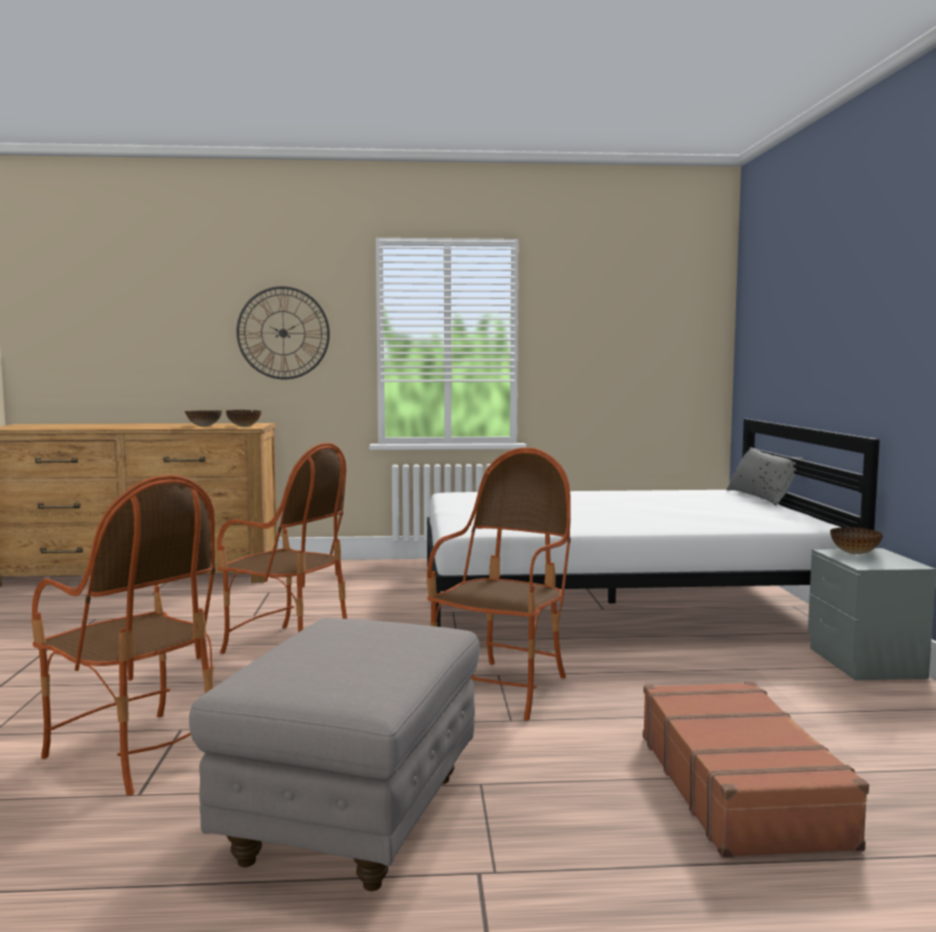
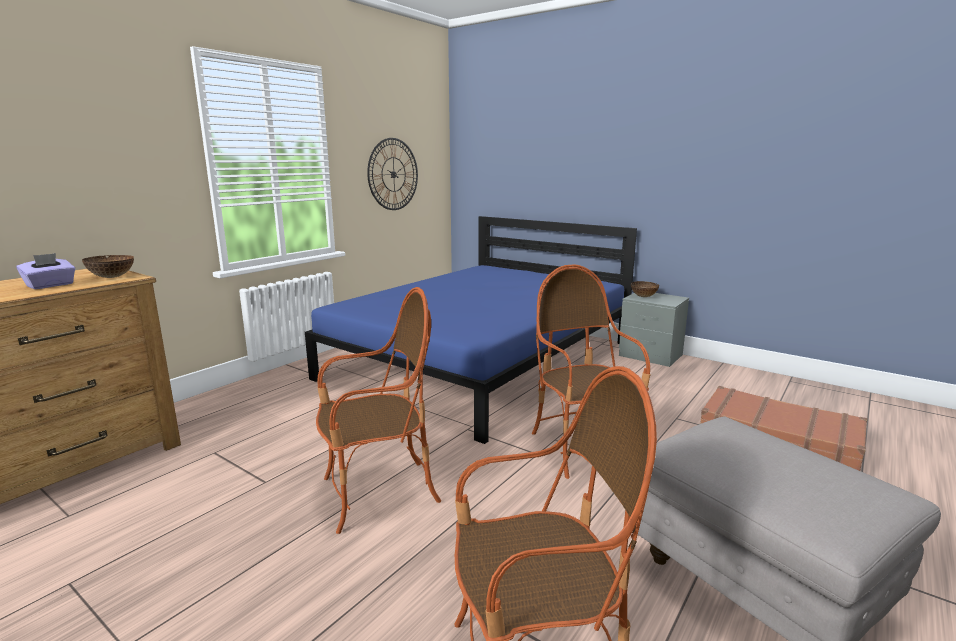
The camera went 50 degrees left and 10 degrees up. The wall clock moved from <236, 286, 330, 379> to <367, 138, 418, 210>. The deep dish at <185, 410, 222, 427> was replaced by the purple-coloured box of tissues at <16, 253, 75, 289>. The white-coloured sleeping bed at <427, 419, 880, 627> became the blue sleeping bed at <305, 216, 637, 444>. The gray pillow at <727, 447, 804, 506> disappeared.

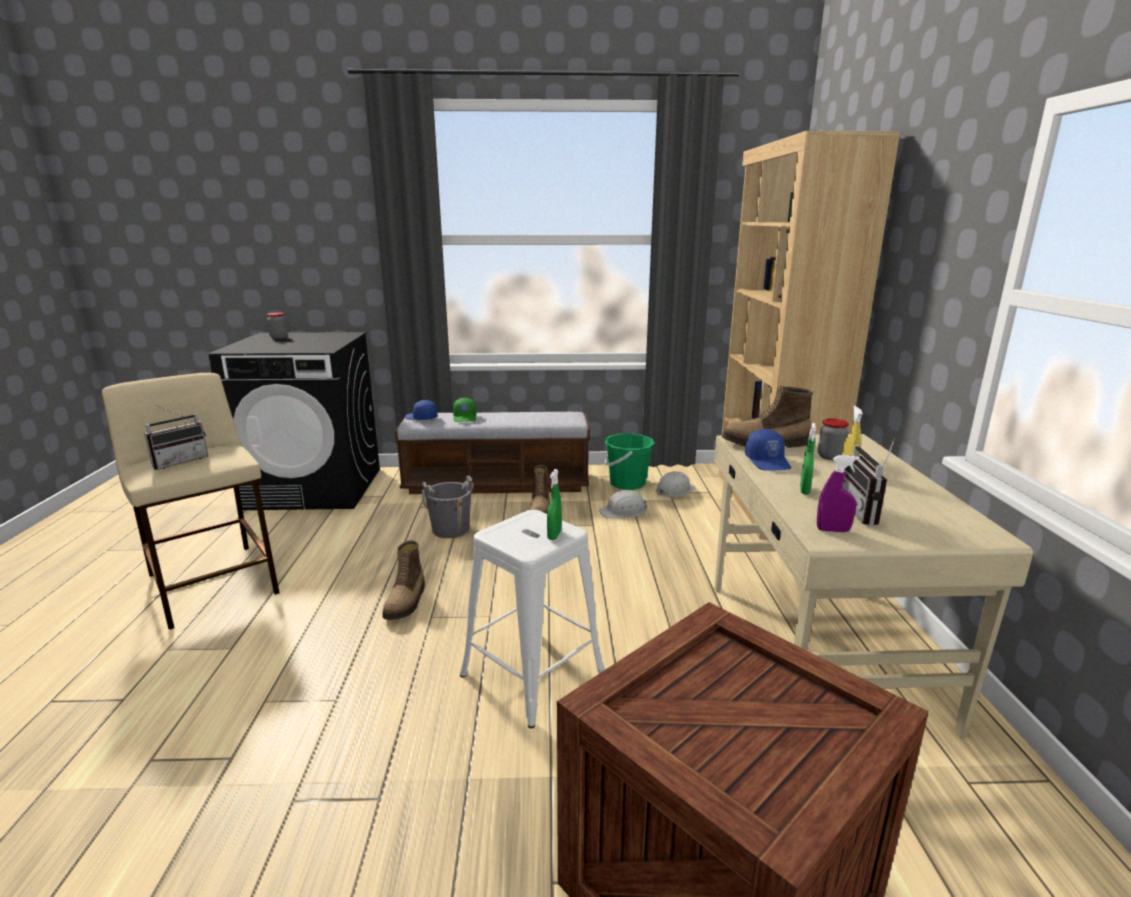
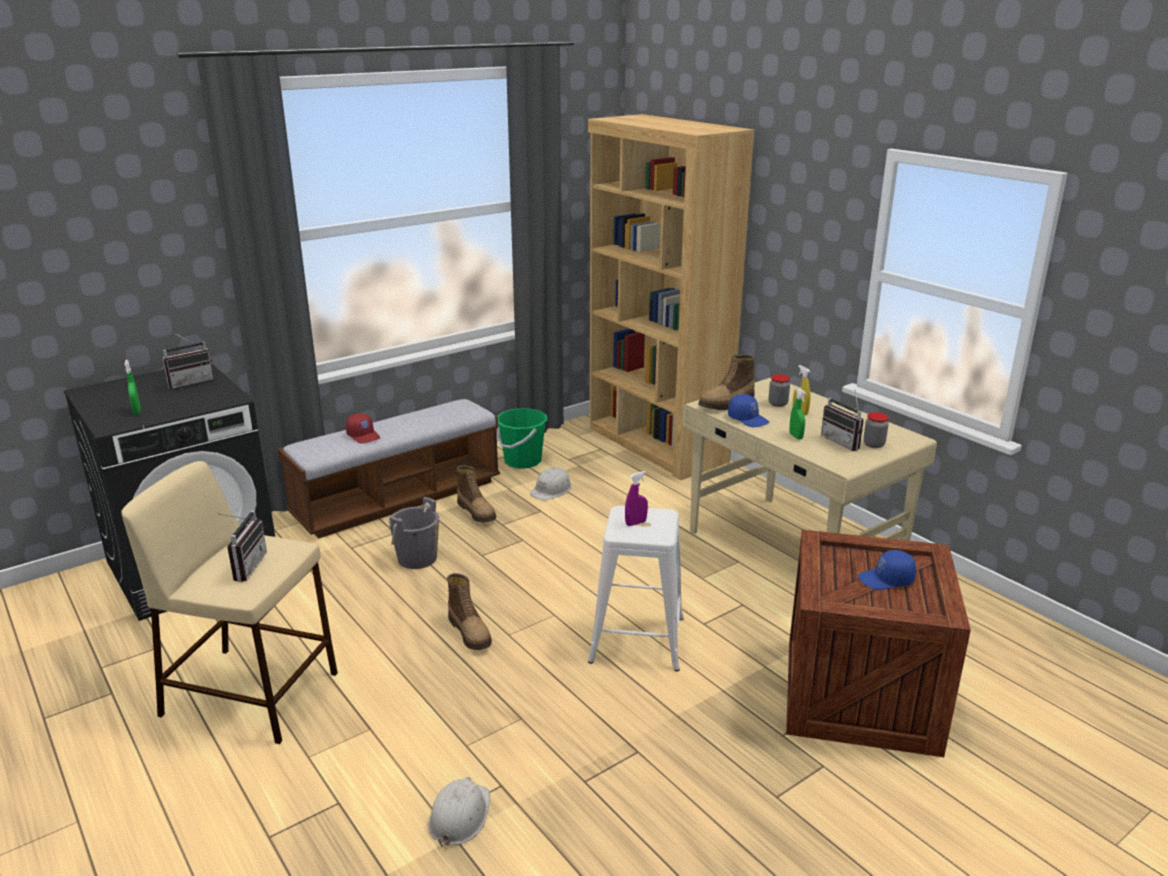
The camera went 35 degrees left and 5 degrees up. The storage jar moved from <267, 313, 287, 339> to <863, 412, 889, 448>. The green-coloured cap at <453, 398, 477, 422> became the reddish cap at <346, 413, 380, 444>. The blue cap moved from <405, 400, 437, 420> to <858, 550, 916, 590>. The purple-coloured sprayer moved from <817, 455, 860, 532> to <625, 471, 648, 526>. The green-coloured sprayer moved from <547, 469, 562, 540> to <125, 360, 141, 414>. The white-coloured work helmet moved from <656, 471, 696, 497> to <428, 777, 490, 848>. The radio set at <162, 332, 214, 389> appeared.

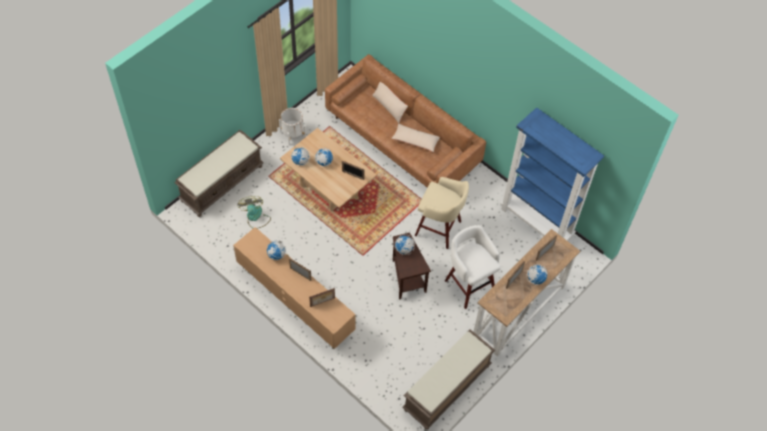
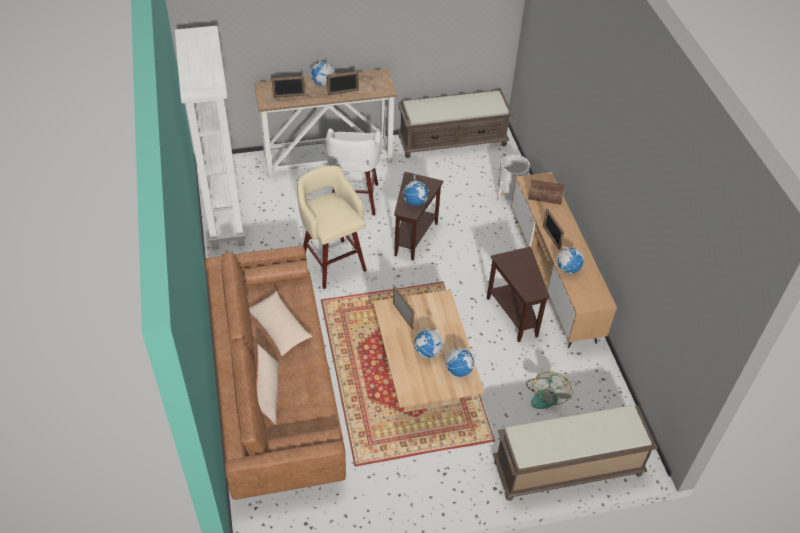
The camera went 145 degrees left and 10 degrees down. The blue shelving unit at <500, 107, 604, 241> became the white-coloured shelving unit at <175, 26, 246, 250>. The white-coloured planter moved from <279, 108, 306, 146> to <497, 154, 530, 202>. The brown-coloured side table at <487, 247, 550, 342> appeared.

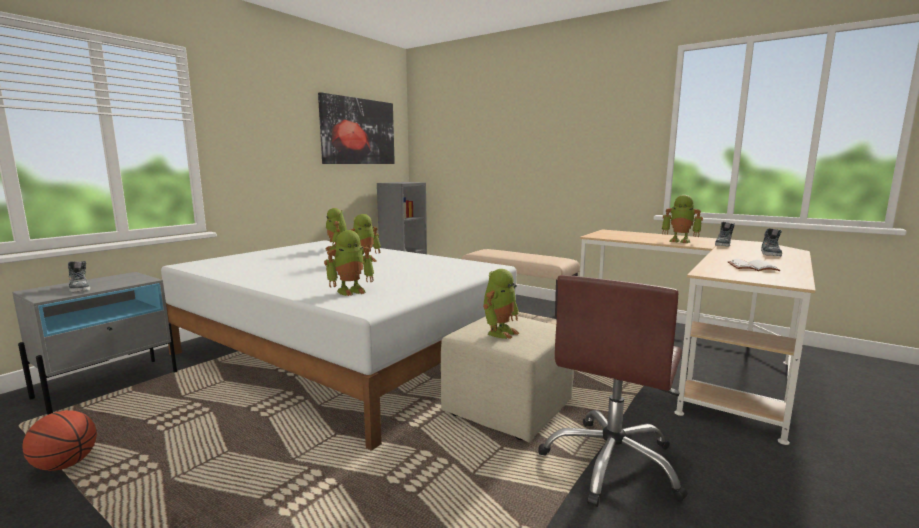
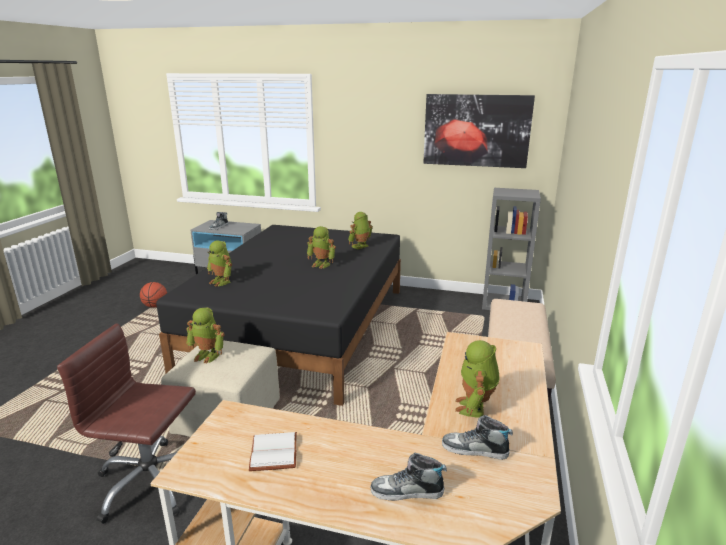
The camera went 70 degrees right and 10 degrees up. The white-coloured sleeping bed at <161, 240, 516, 451> became the blackish sleeping bed at <156, 225, 401, 406>.

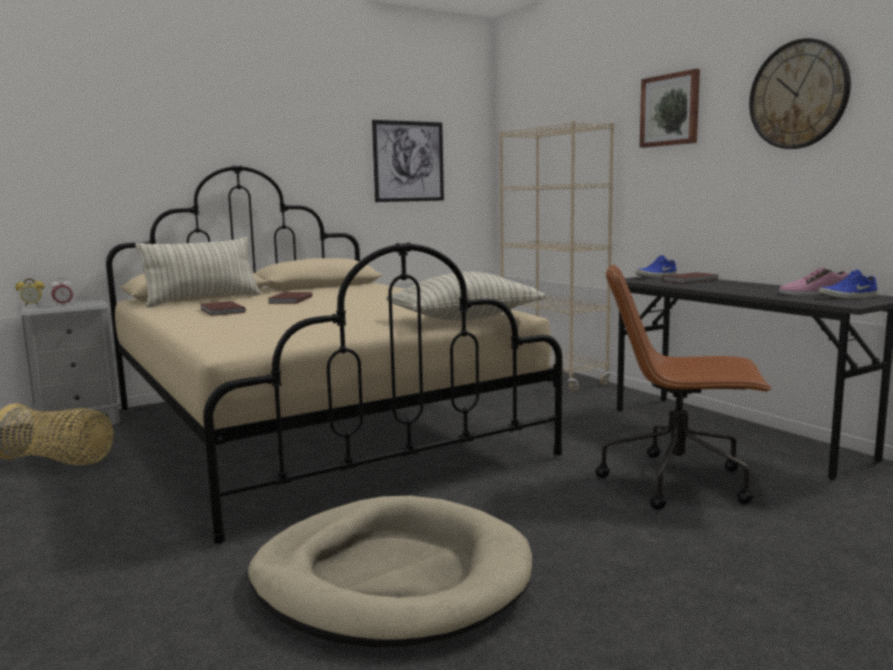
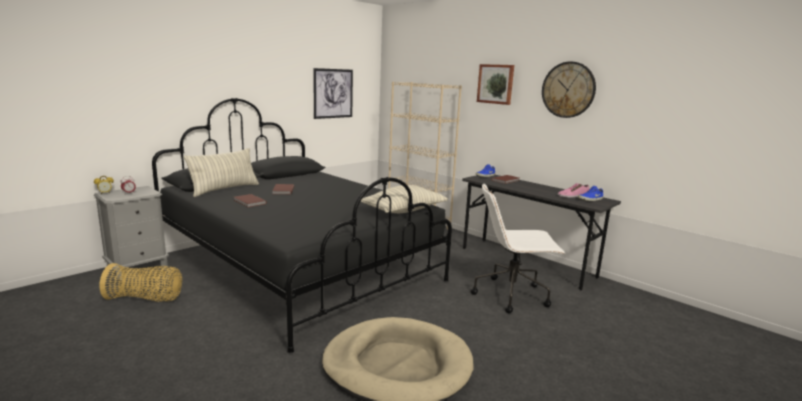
The camera went 15 degrees left and 5 degrees up. The sand-coloured sleeping bed at <106, 165, 562, 544> became the blackish sleeping bed at <152, 98, 452, 353>. The brown-coloured office chair at <596, 265, 772, 510> became the white-coloured office chair at <471, 184, 565, 313>.

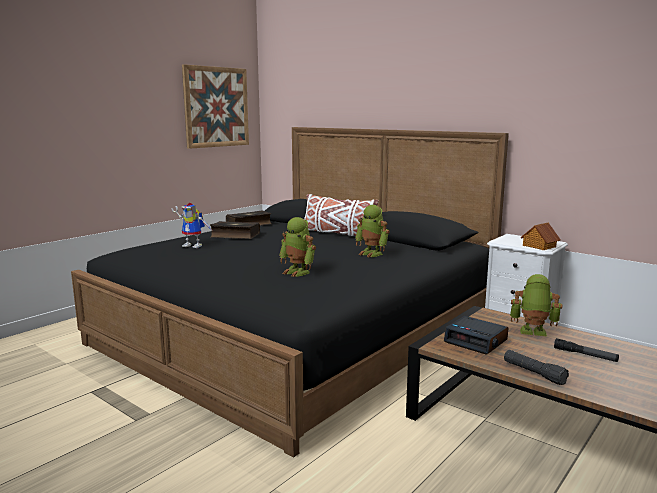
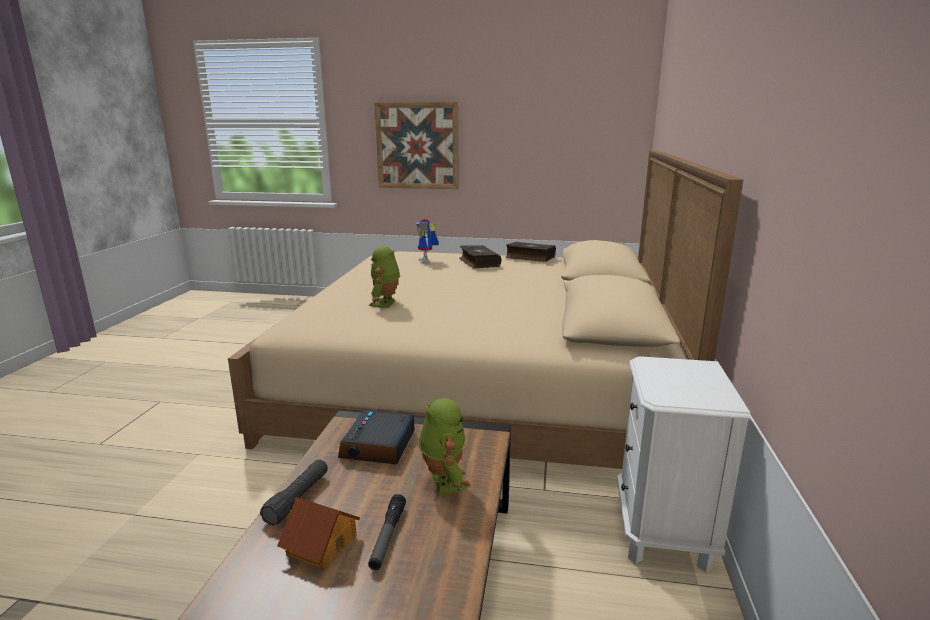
The camera went 60 degrees right and 5 degrees up. The picture moved from <182, 64, 249, 149> to <374, 102, 459, 189>. The blackish sleeping bed at <71, 127, 509, 458> became the sand-coloured sleeping bed at <228, 150, 743, 469>. The white-coloured pillow at <304, 194, 379, 236> disappeared. The toy robot at <355, 205, 390, 257> disappeared. The model house moved from <520, 222, 561, 250> to <277, 497, 360, 570>.

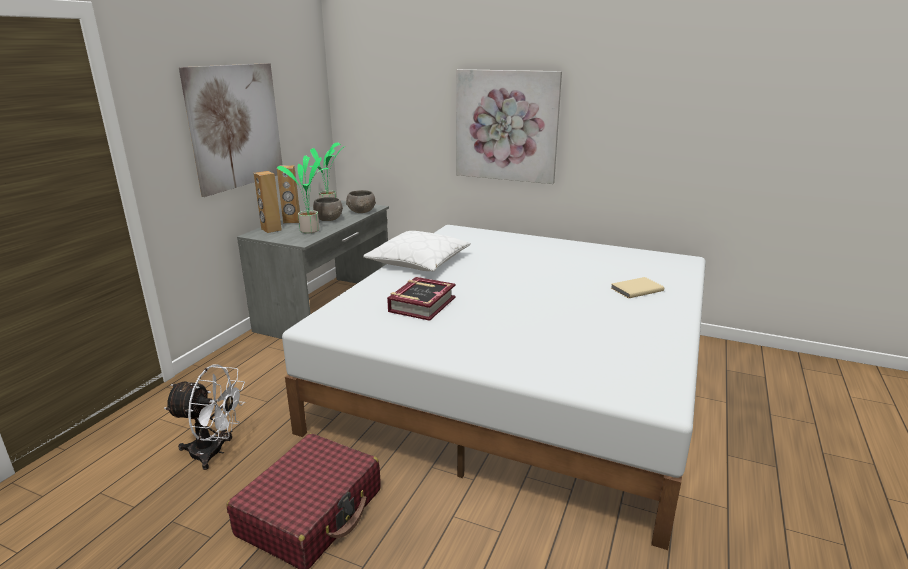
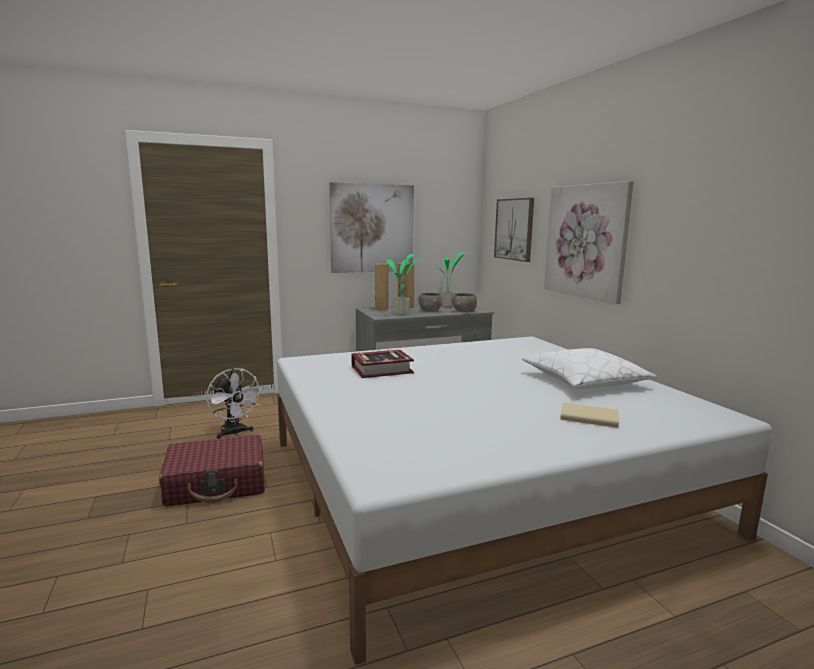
The camera went 45 degrees right and 10 degrees down. The white-coloured pillow moved from <363, 231, 471, 271> to <522, 348, 657, 389>. The picture at <494, 198, 534, 262> appeared.

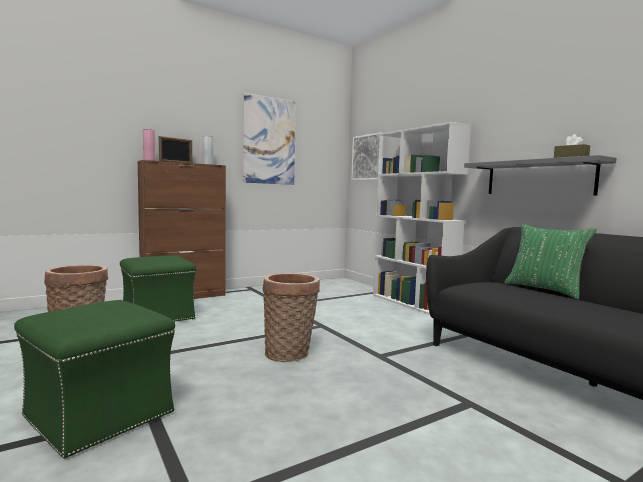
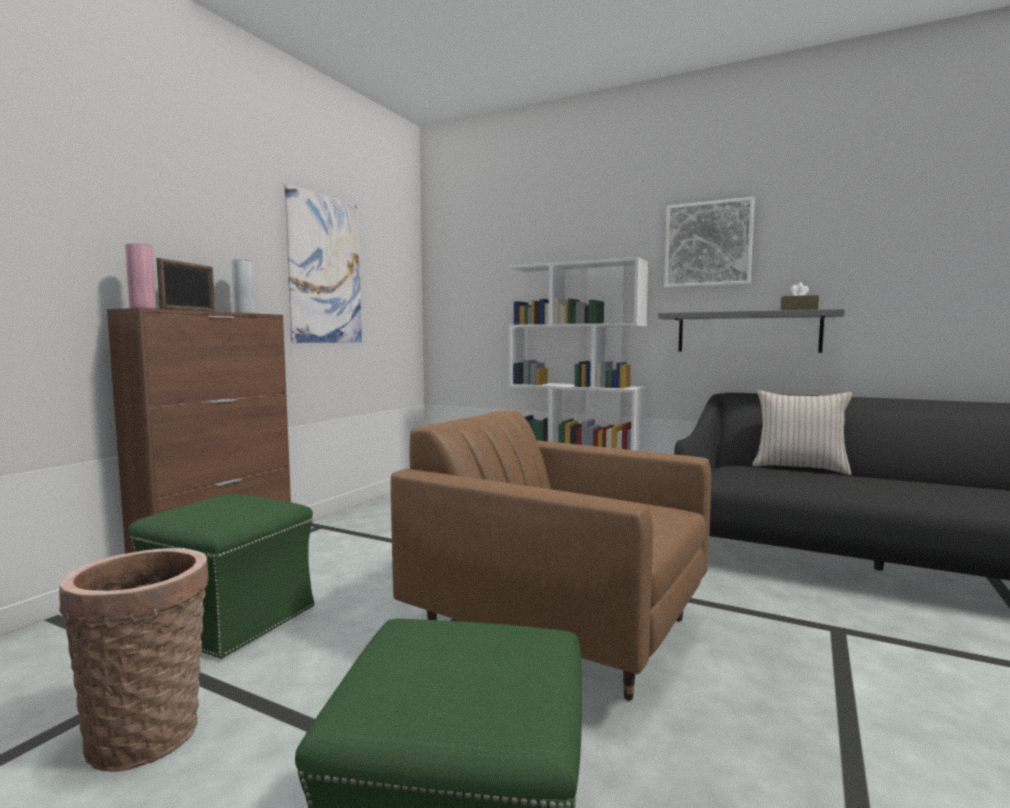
The camera went 30 degrees left and 0 degrees up. The picture moved from <351, 132, 383, 180> to <664, 197, 755, 288>. The green-coloured pillow at <504, 224, 597, 300> became the sand-coloured pillow at <753, 390, 852, 475>. The storage basket at <263, 273, 320, 362> was replaced by the brown-coloured lounge chair at <391, 410, 711, 701>.

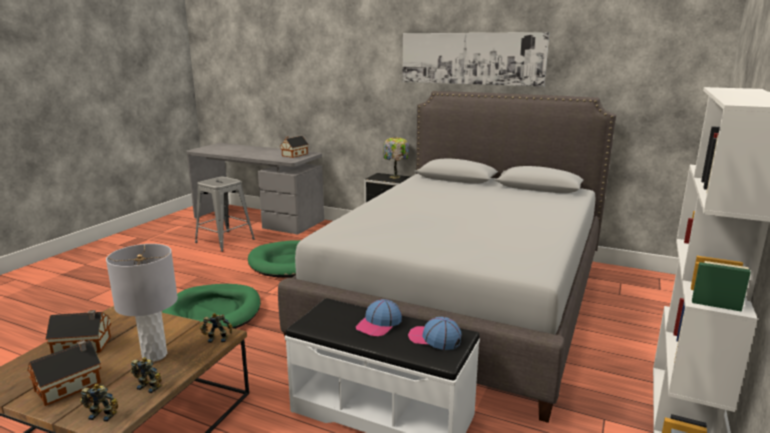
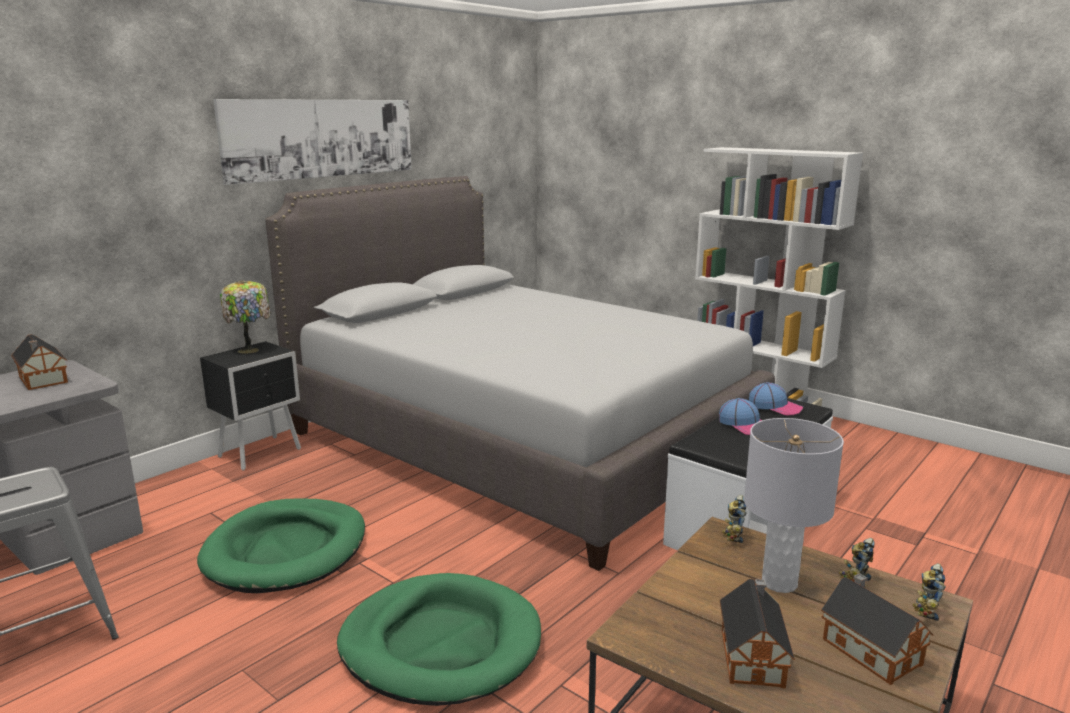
The camera went 75 degrees left and 0 degrees up. The cap at <408, 317, 462, 350> turned 105 degrees counterclockwise.

